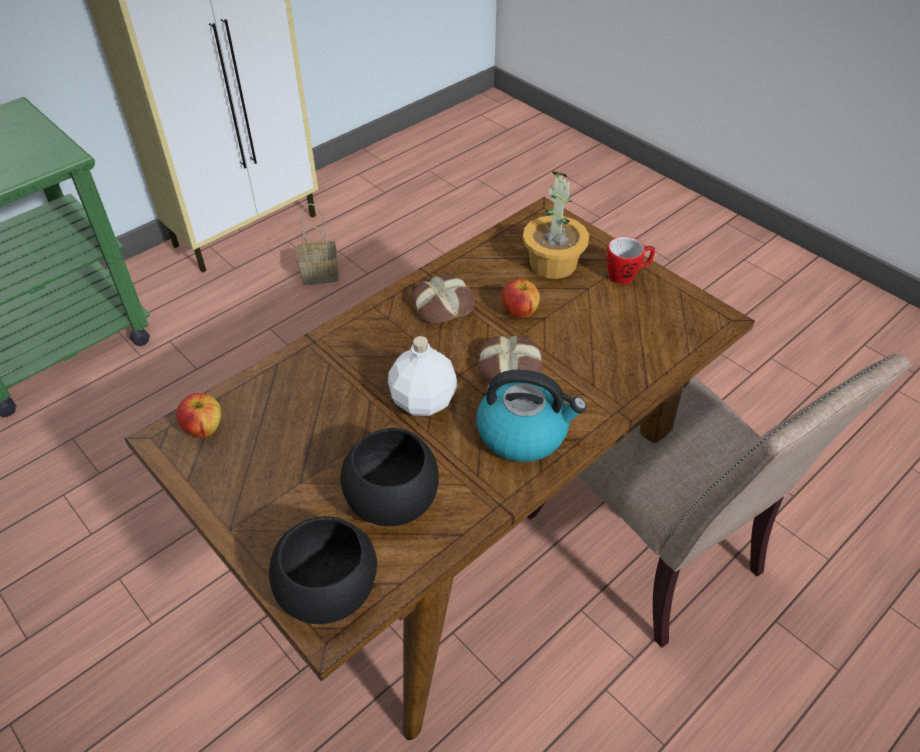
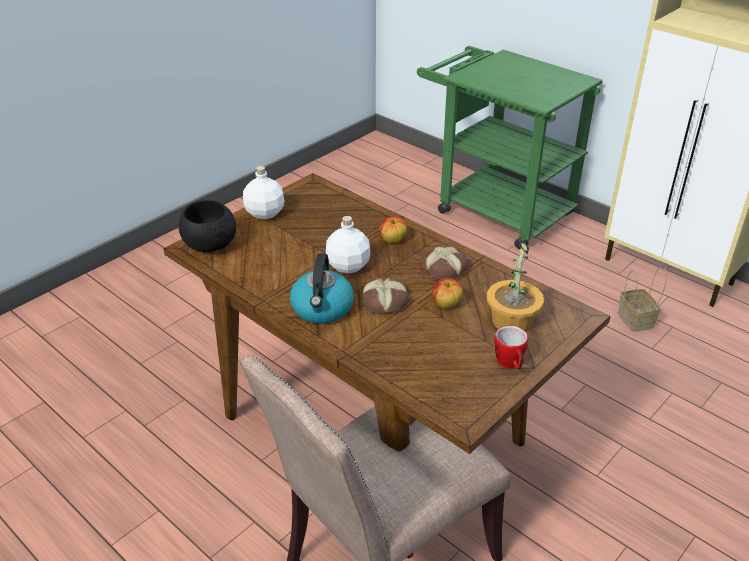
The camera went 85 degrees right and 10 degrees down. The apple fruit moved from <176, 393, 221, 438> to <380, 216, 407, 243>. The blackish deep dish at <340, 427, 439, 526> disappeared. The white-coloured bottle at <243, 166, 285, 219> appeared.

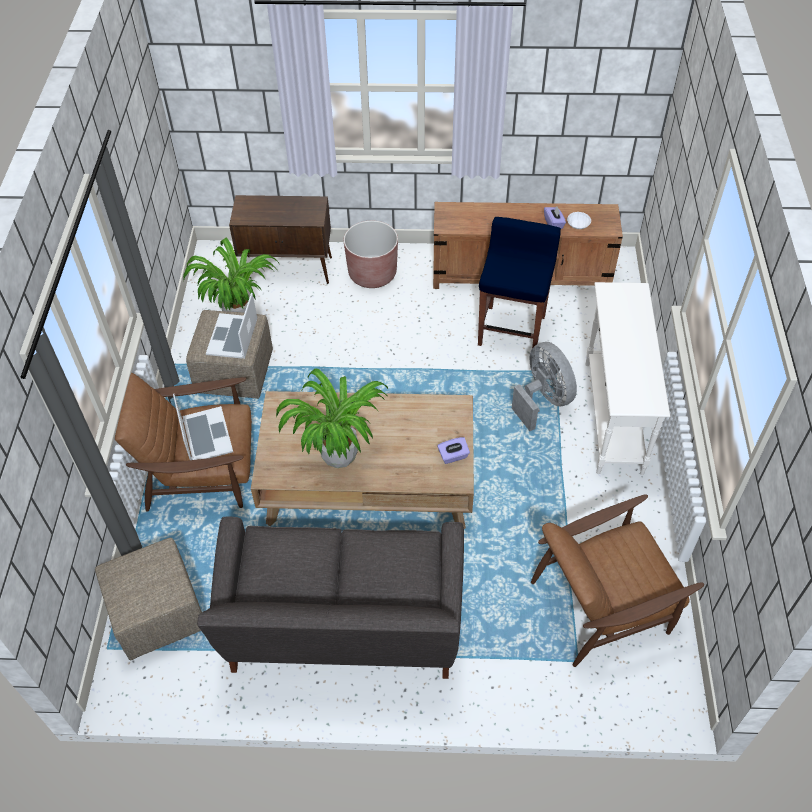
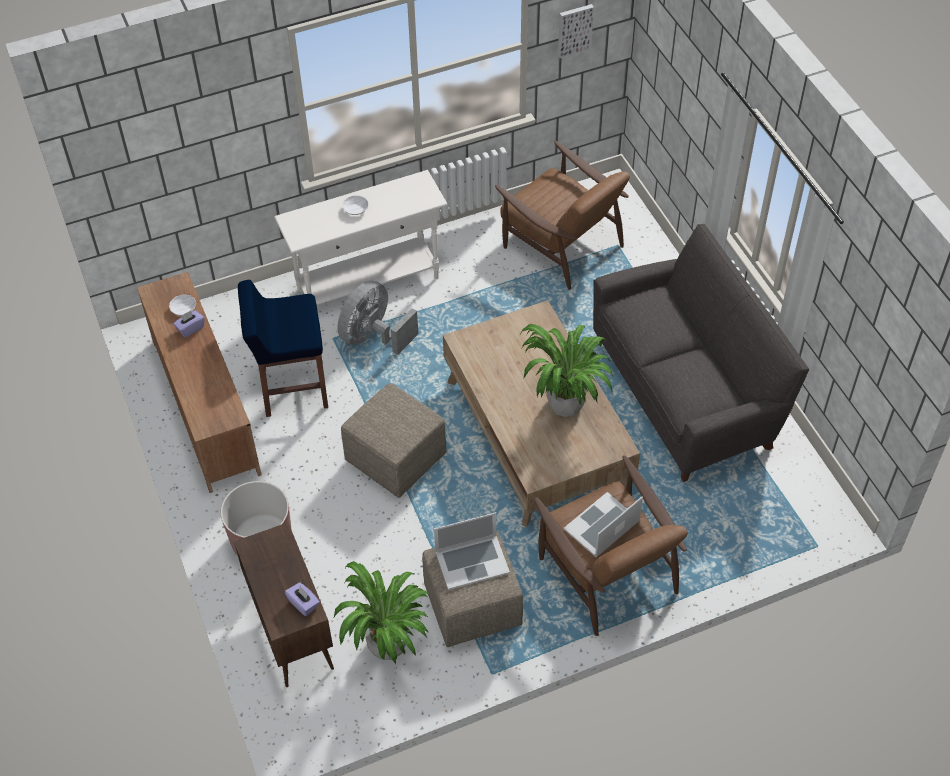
The camera went 115 degrees left and 0 degrees up. The purple-coloured box of tissues moved from <437, 437, 470, 464> to <285, 582, 320, 616>. The sand-coloured ottoman moved from <95, 538, 202, 660> to <341, 383, 447, 498>. The picture at <558, 4, 594, 58> appeared. The white-coloured deep dish at <342, 195, 368, 215> appeared.

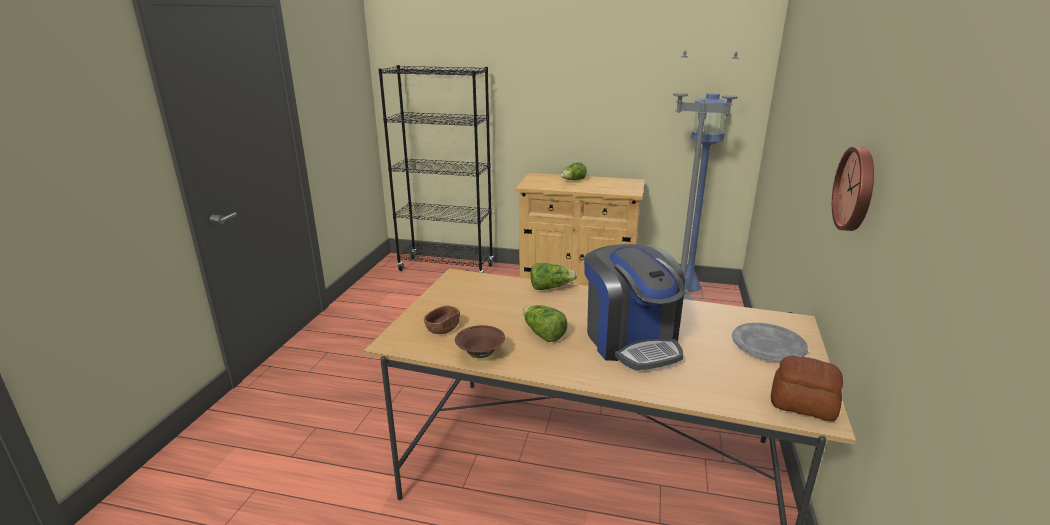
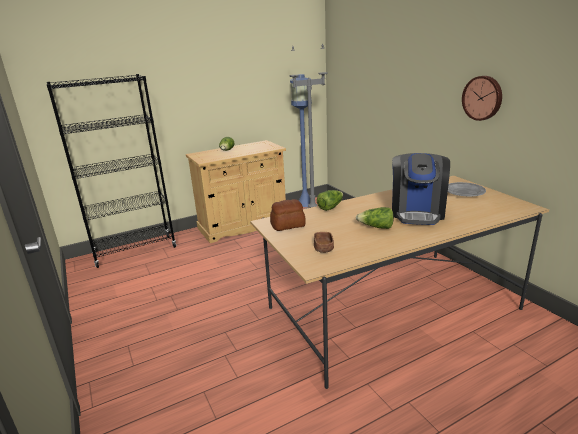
The camera went 40 degrees left and 0 degrees up. The coffee brewer at <584, 244, 685, 370> turned 75 degrees clockwise. The brown-coloured deep dish at <455, 325, 505, 358> disappeared. The bakery bread moved from <771, 355, 843, 421> to <270, 199, 306, 231>.

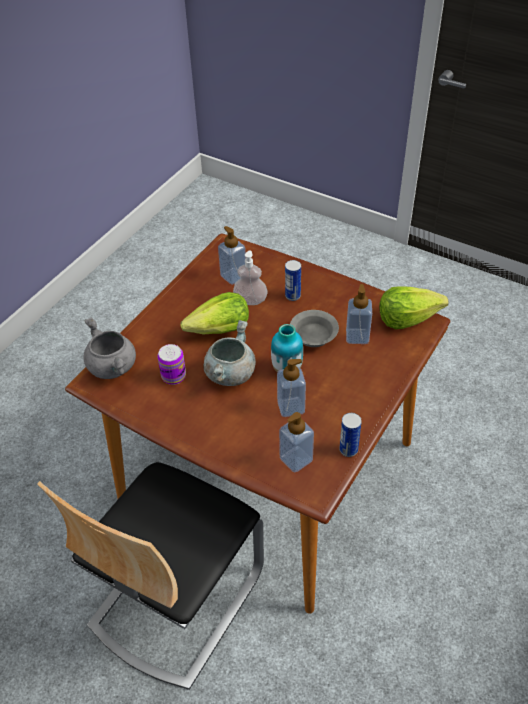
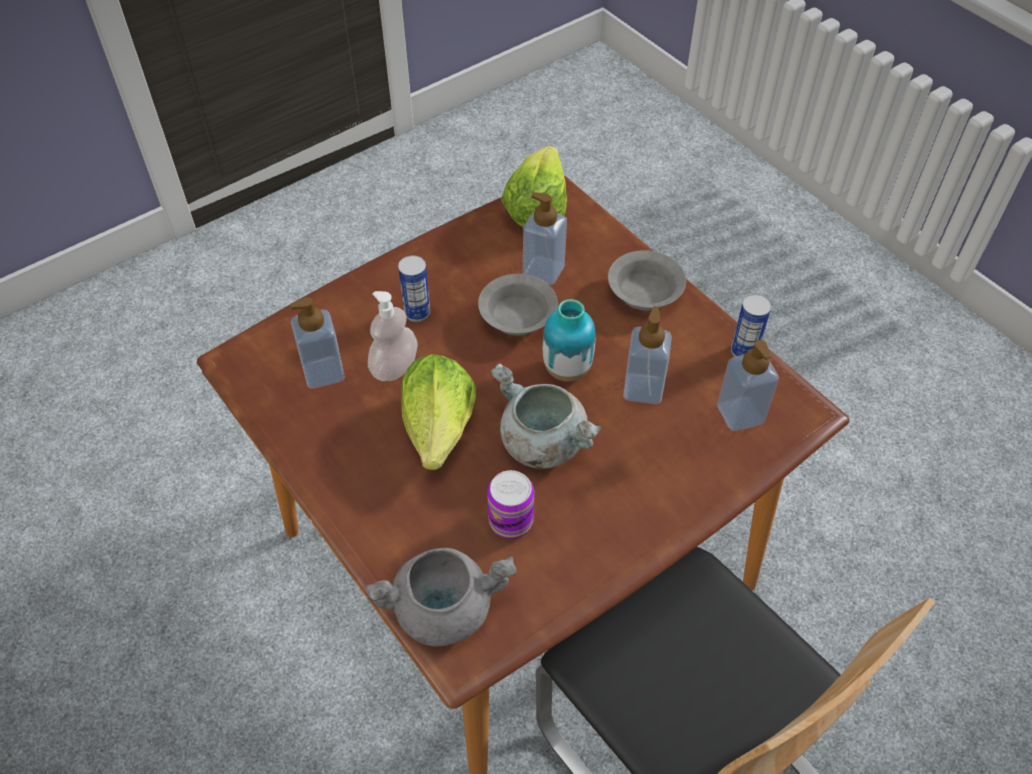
The camera went 70 degrees left and 5 degrees up. The gray deep dish at <608, 250, 686, 311> appeared.

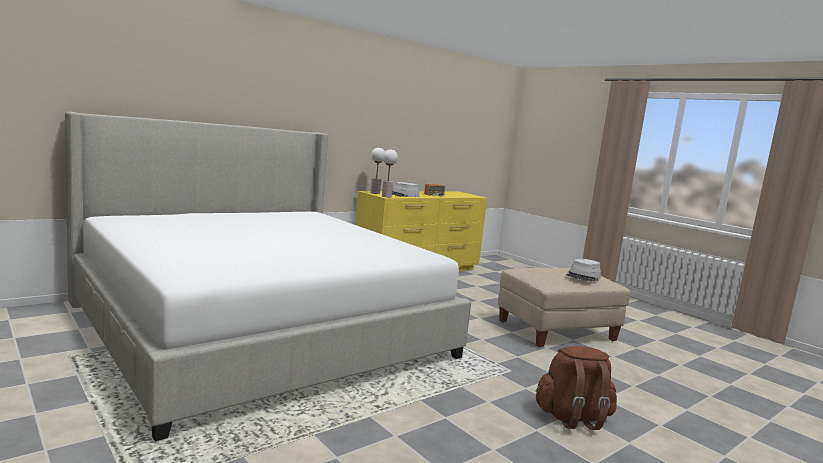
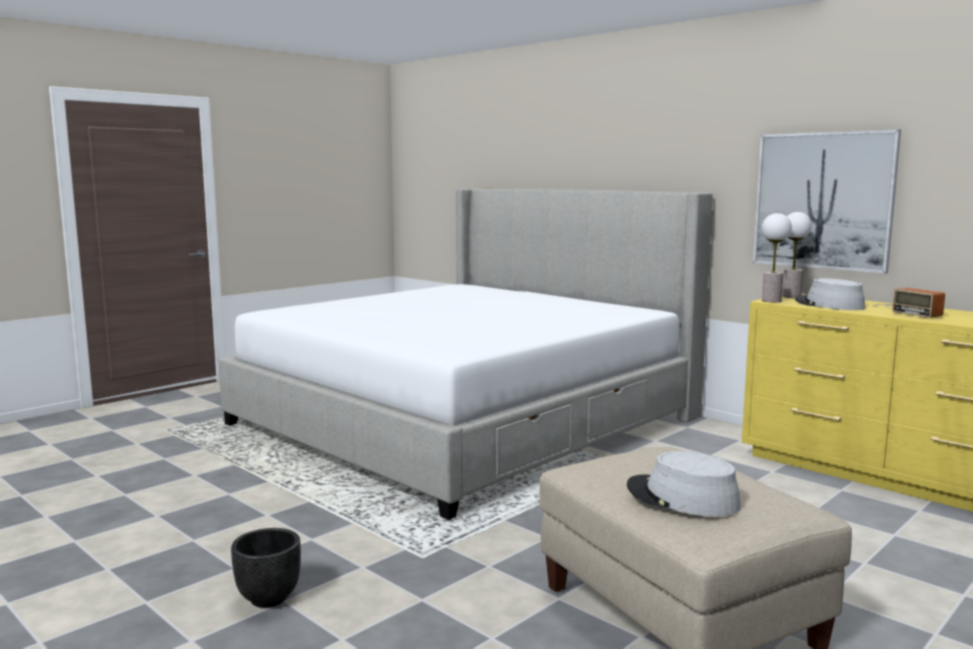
The camera went 85 degrees right and 0 degrees up. The brown-coloured backpack at <536, 346, 617, 430> was replaced by the blackish planter at <231, 528, 301, 608>. The picture at <753, 130, 901, 274> appeared.

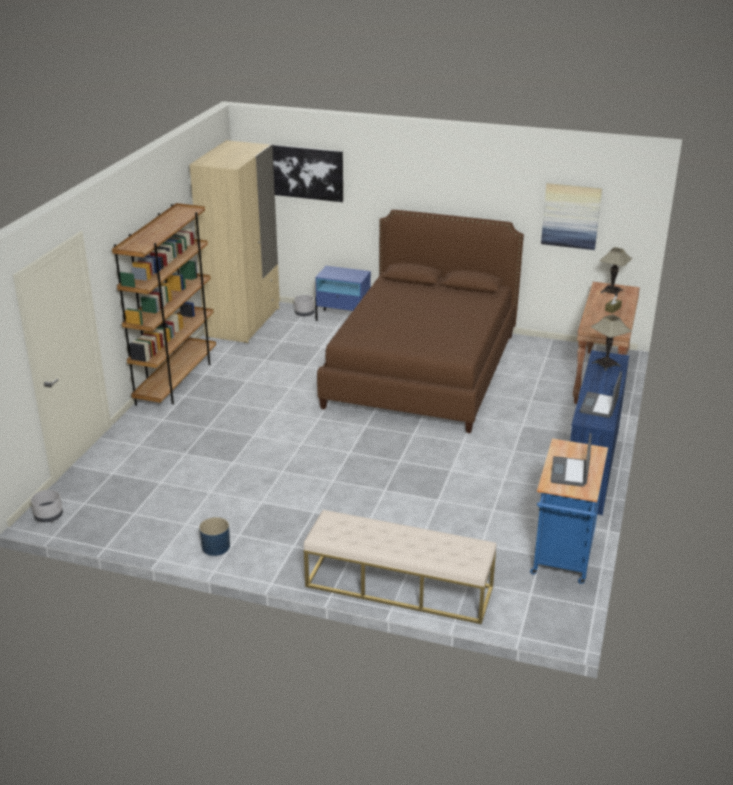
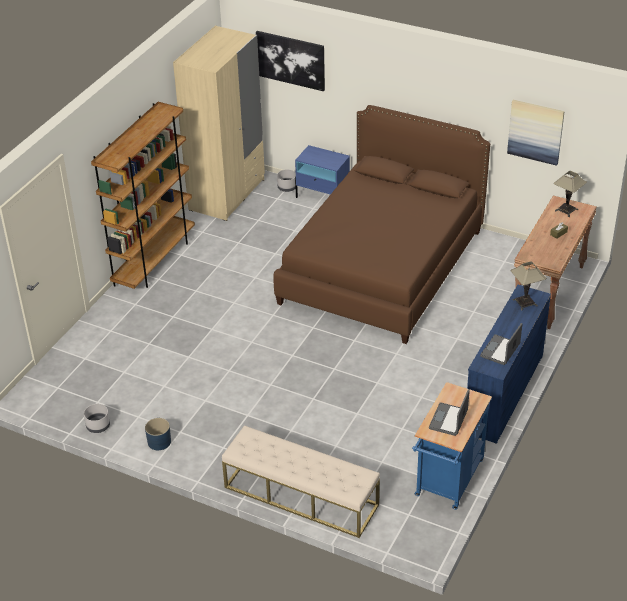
The camera went 10 degrees right and 10 degrees up. The gray planter moved from <31, 490, 63, 522> to <84, 404, 110, 433>.

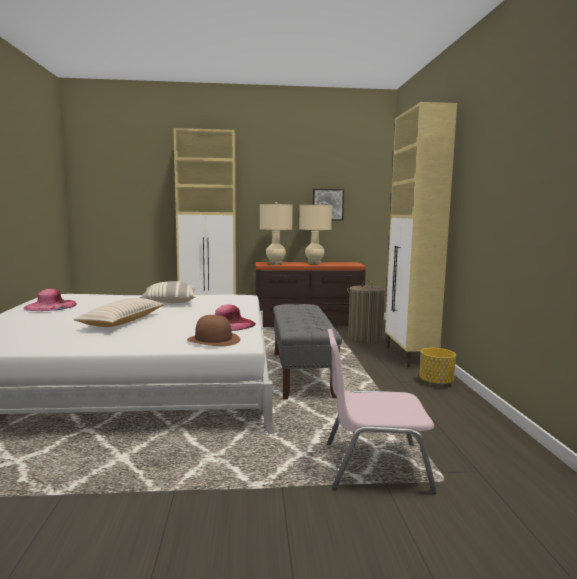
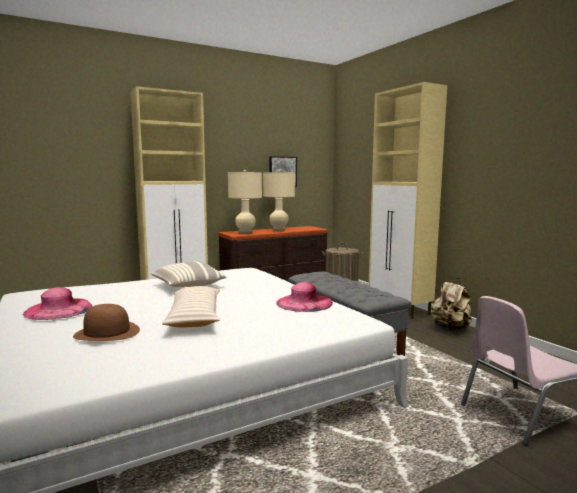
The camera went 25 degrees left and 0 degrees up. The brown-coloured clothing hat moved from <187, 315, 240, 346> to <73, 304, 140, 341>. The yellow planter at <420, 348, 456, 385> was replaced by the sand-coloured backpack at <431, 278, 472, 331>.

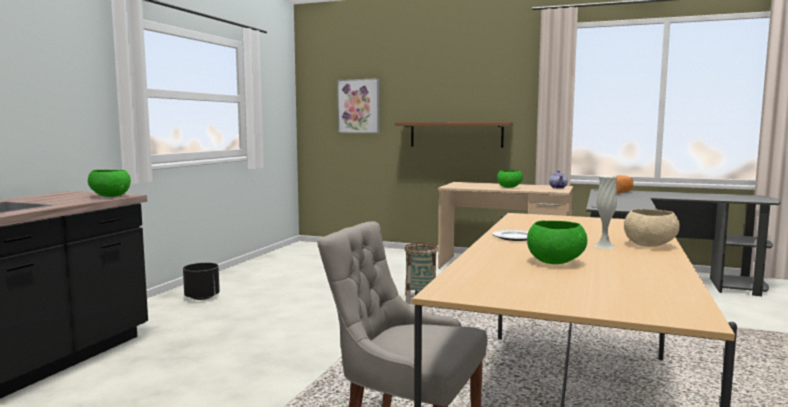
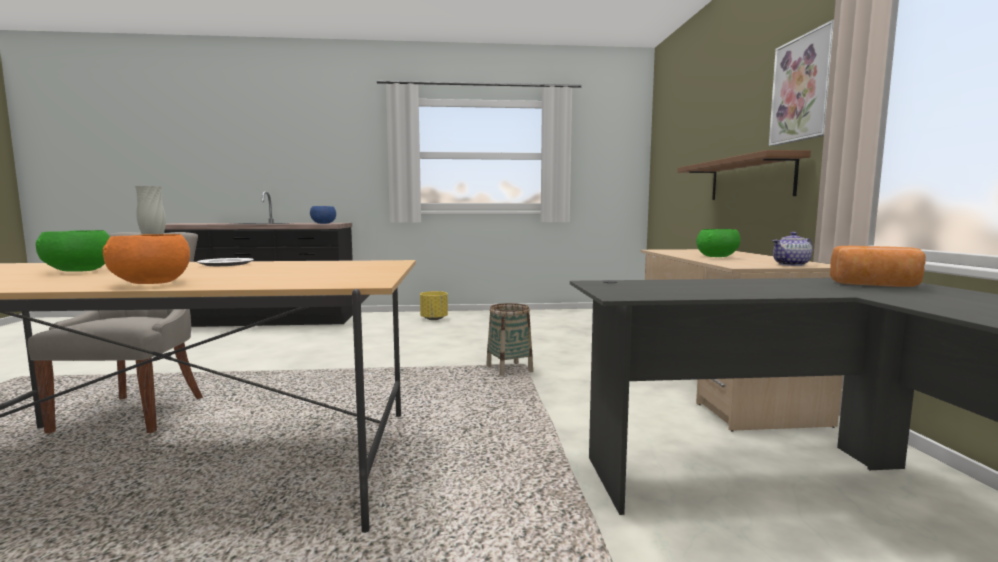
The camera went 65 degrees right and 0 degrees up. The picture moved from <337, 78, 379, 133> to <769, 19, 834, 146>. The green-coloured deep dish at <88, 170, 131, 197> became the blue deep dish at <310, 206, 336, 224>. The sand-coloured deep dish at <624, 209, 680, 247> became the orange-coloured deep dish at <103, 234, 190, 284>. The blackish planter at <183, 263, 220, 300> became the yellow planter at <420, 291, 448, 320>.

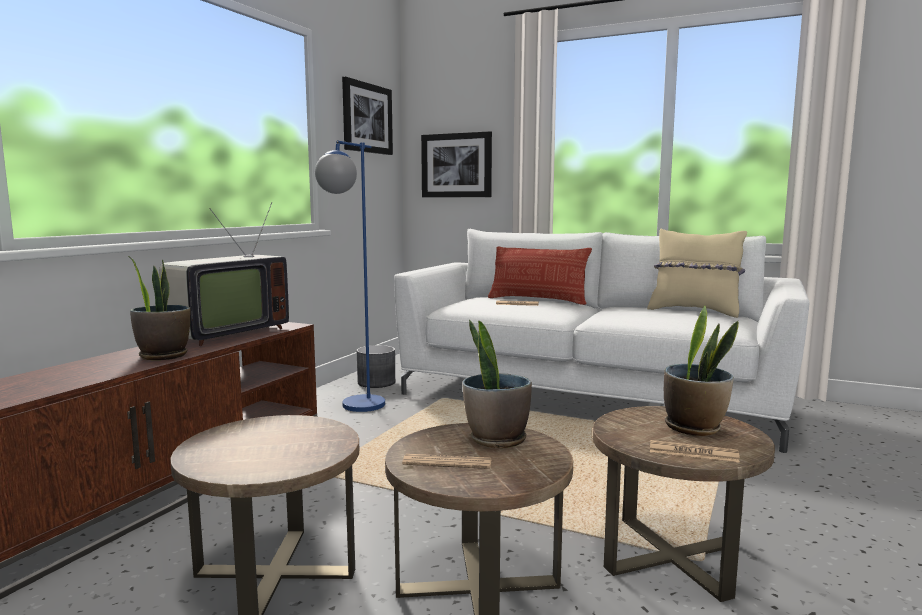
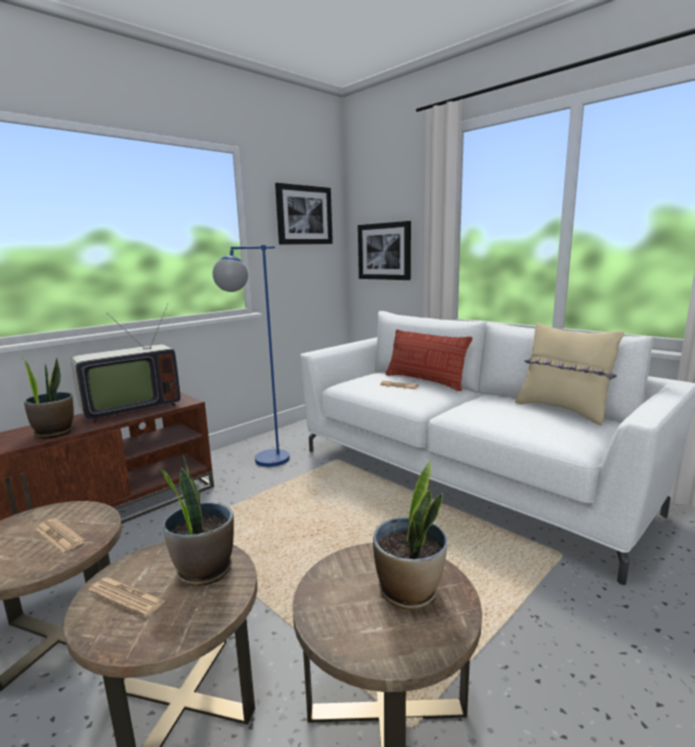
The camera went 20 degrees right and 5 degrees up. The gray planter at <357, 345, 395, 388> disappeared. The printed paper moved from <650, 440, 740, 463> to <35, 518, 85, 553>.

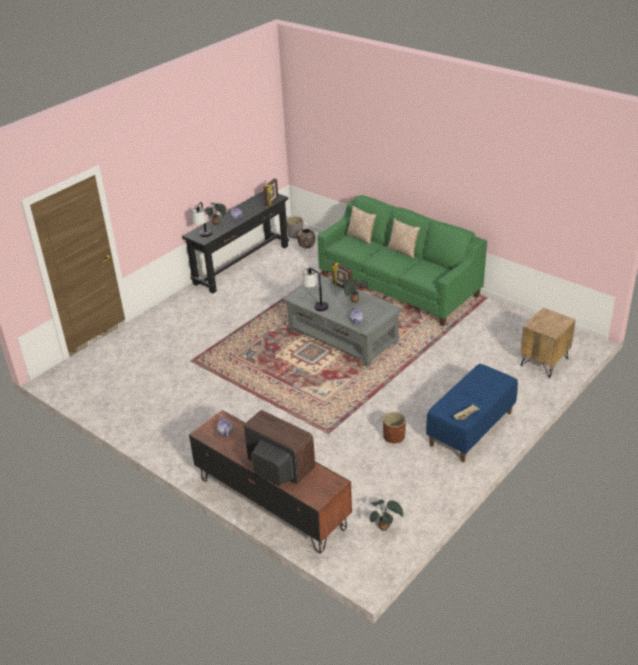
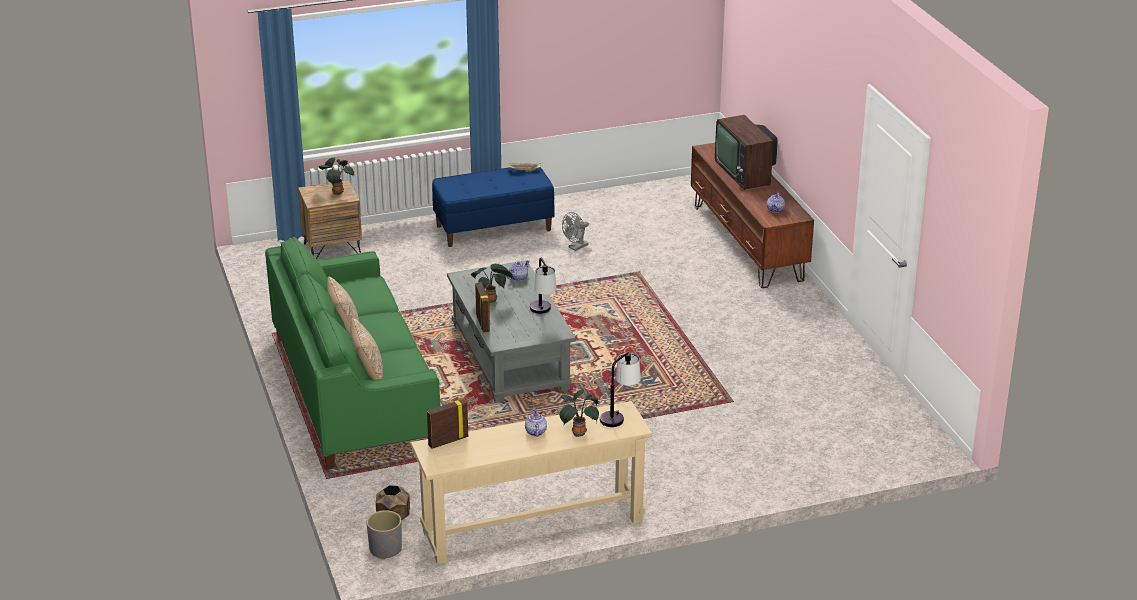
The camera went 150 degrees left and 5 degrees down. The blackish narrow table at <182, 191, 289, 293> became the sand-coloured narrow table at <411, 401, 652, 564>. The brown-coloured planter at <383, 412, 406, 443> was replaced by the gray fan at <562, 212, 589, 251>. The potted plant moved from <370, 500, 404, 531> to <318, 158, 354, 195>.

